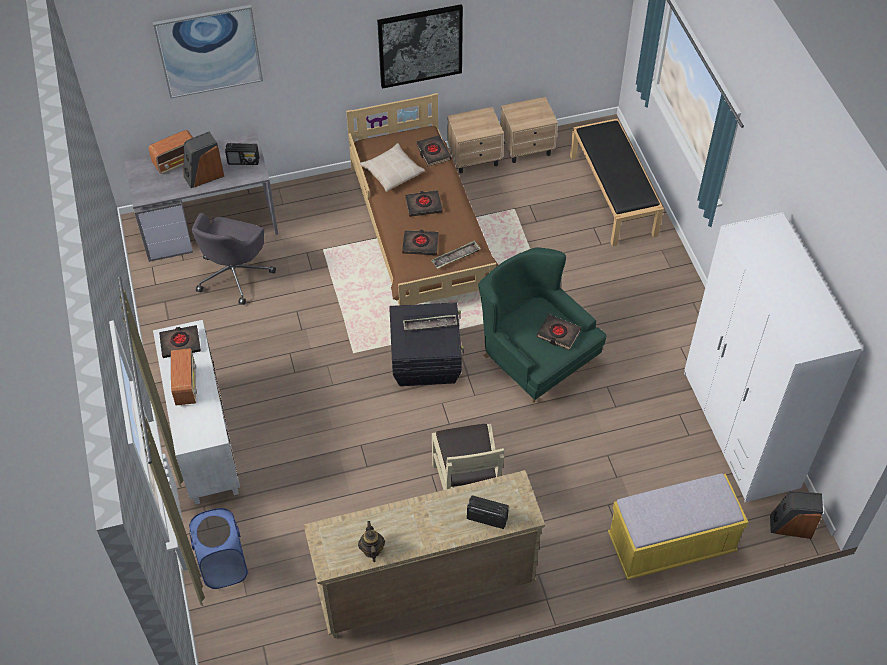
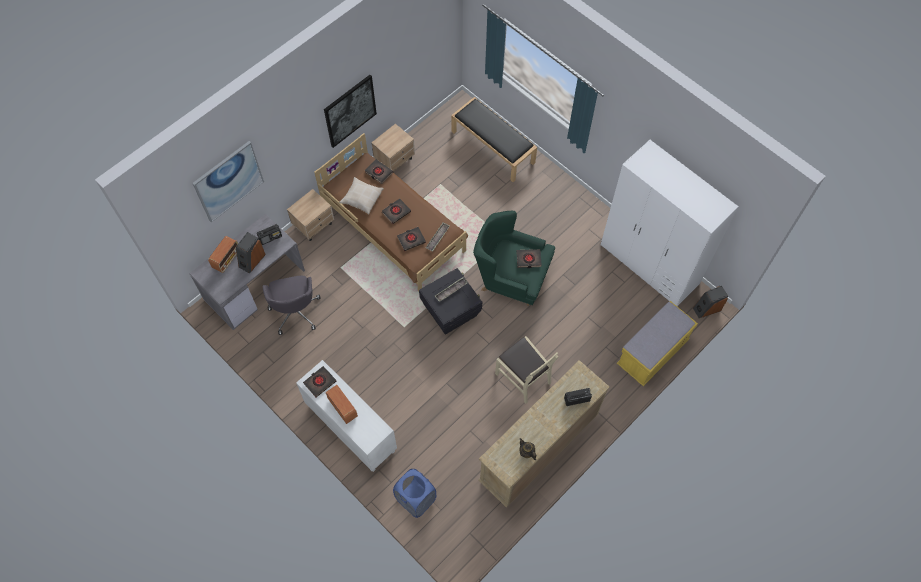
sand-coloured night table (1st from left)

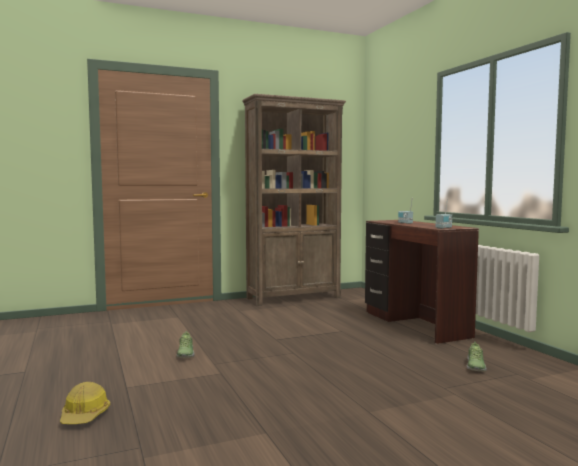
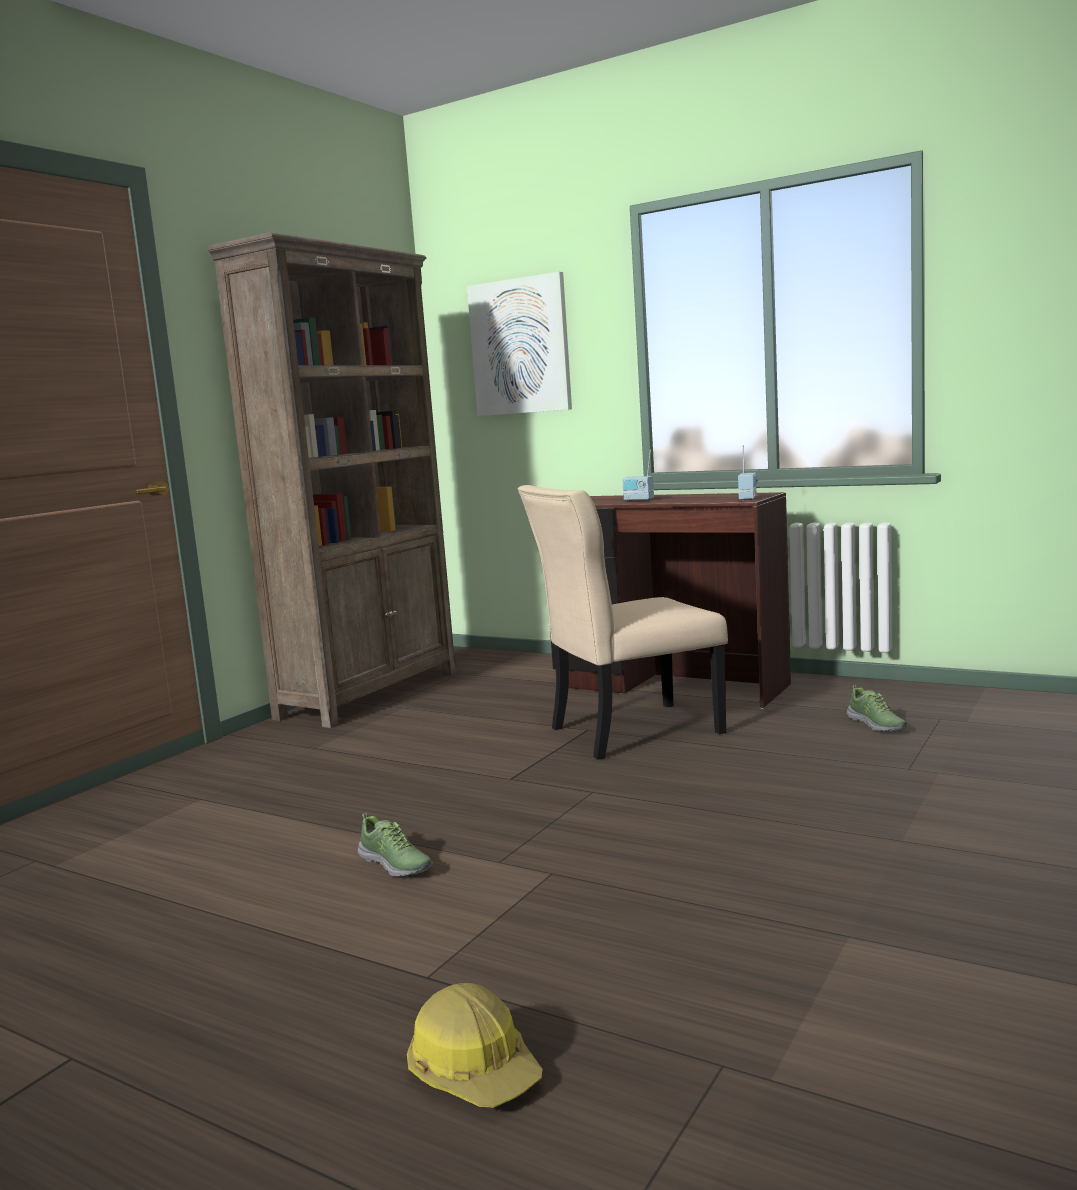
wall picture; sand-coloured chair

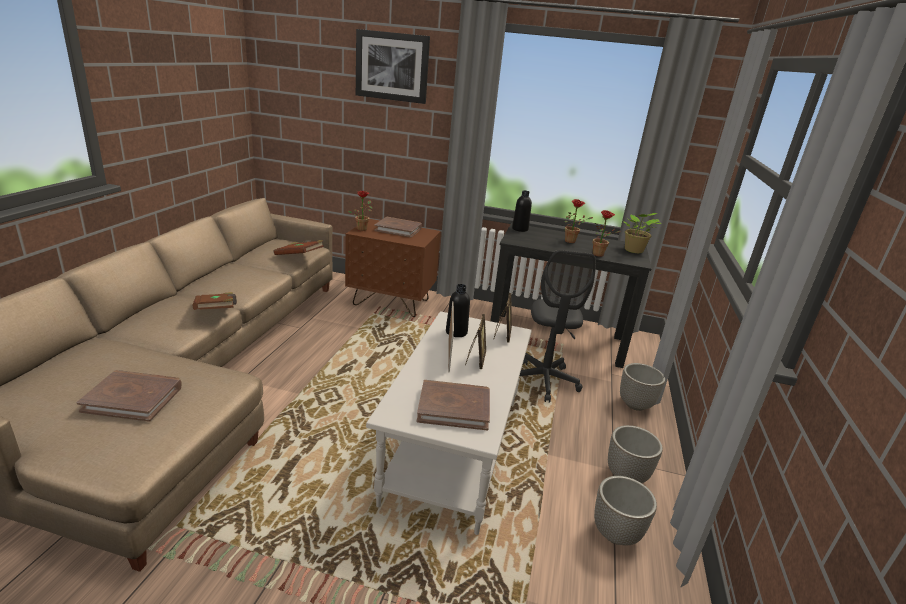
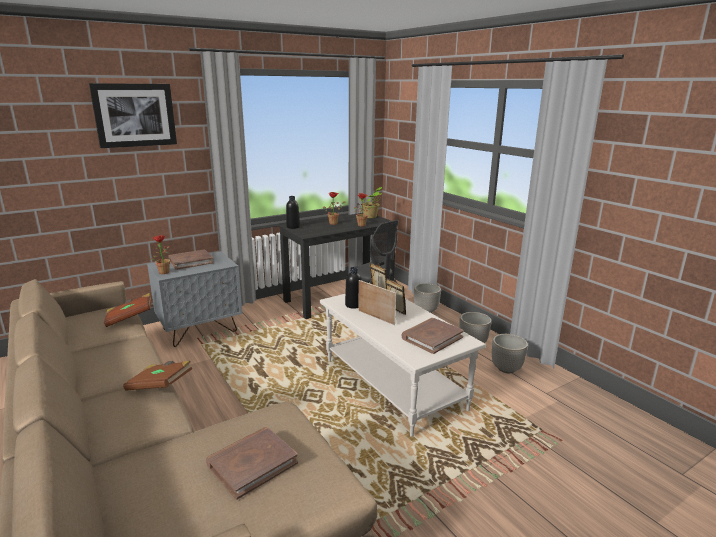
greyish night table

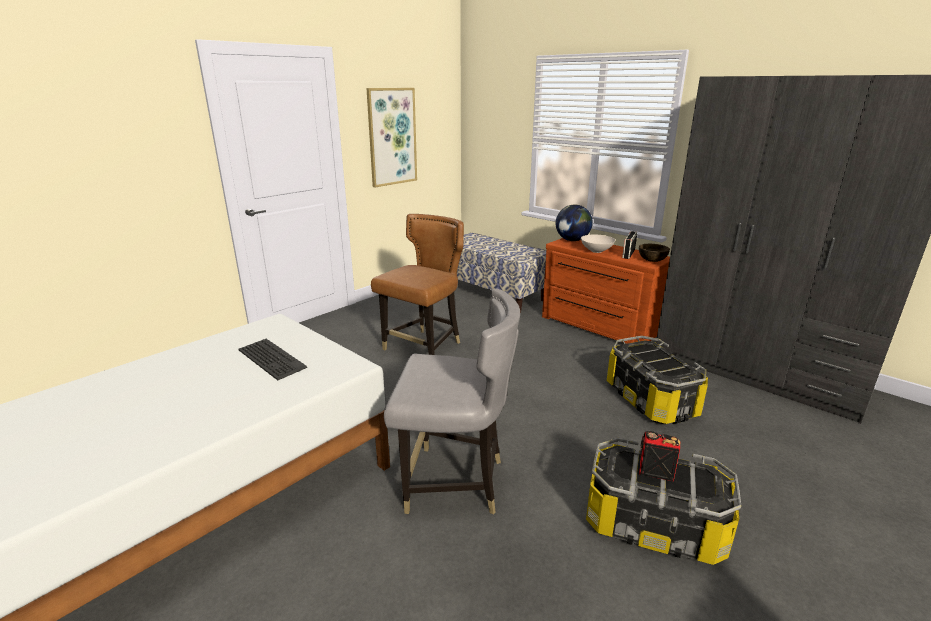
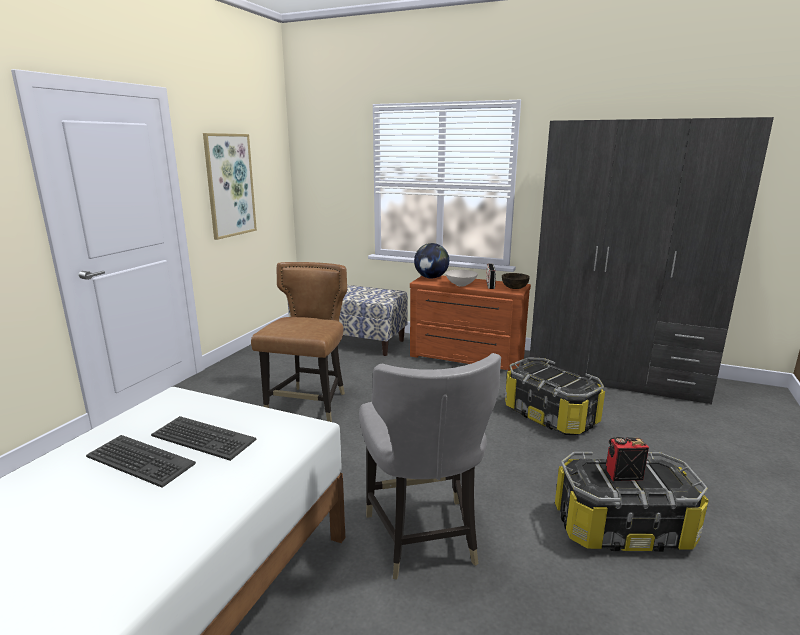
computer keyboard (1st from left); greyish chair

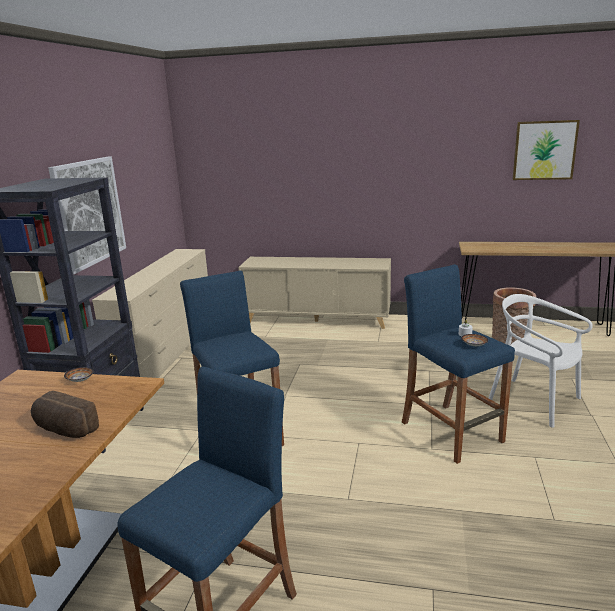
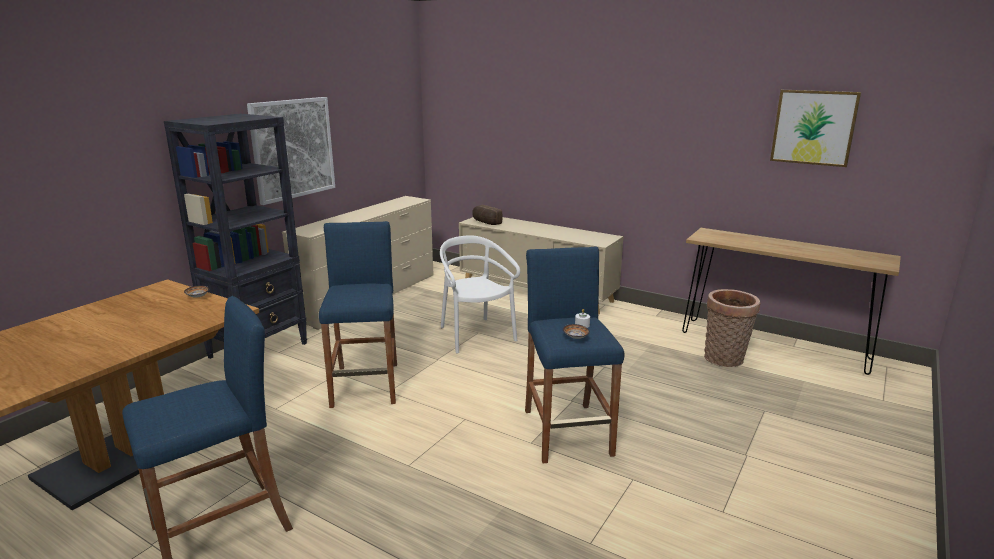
white chair; bakery bread

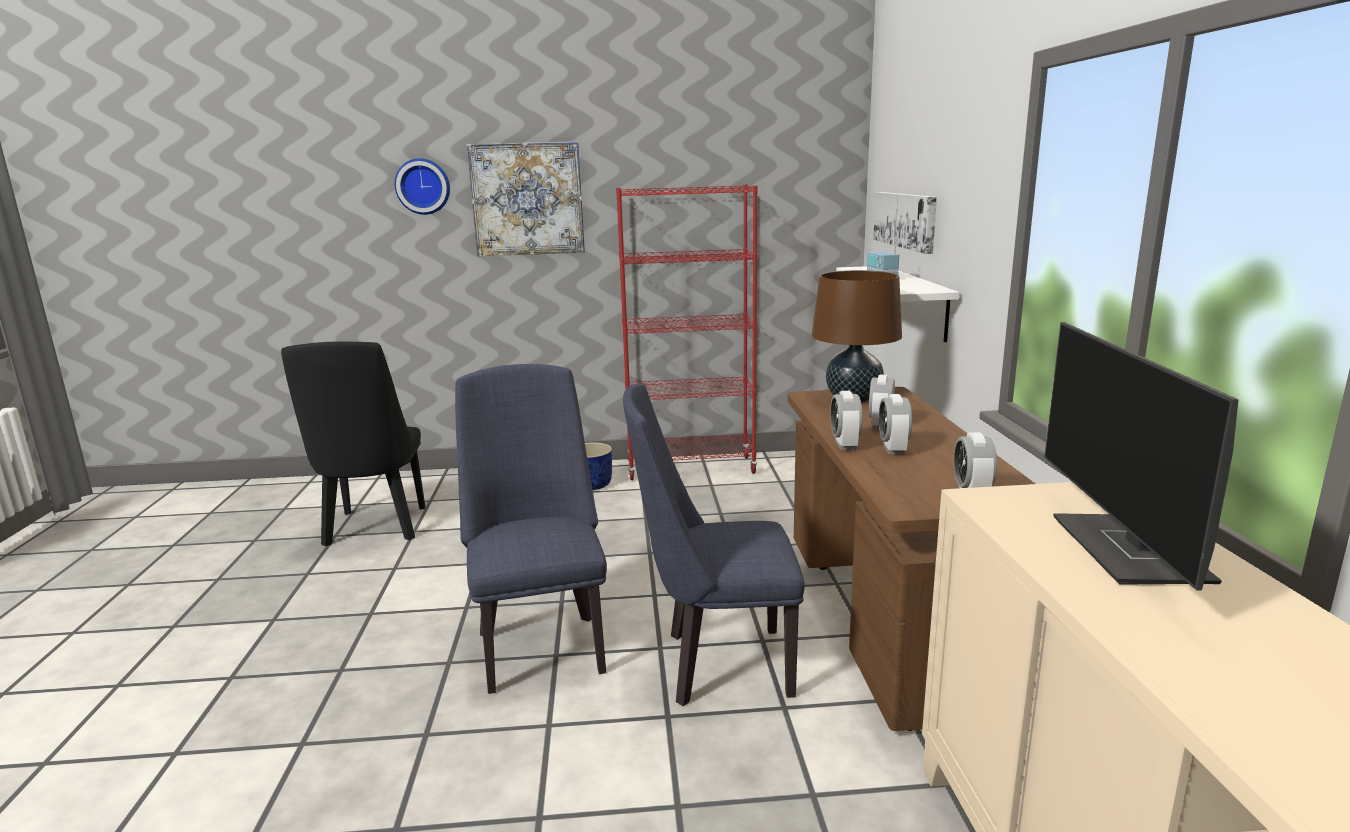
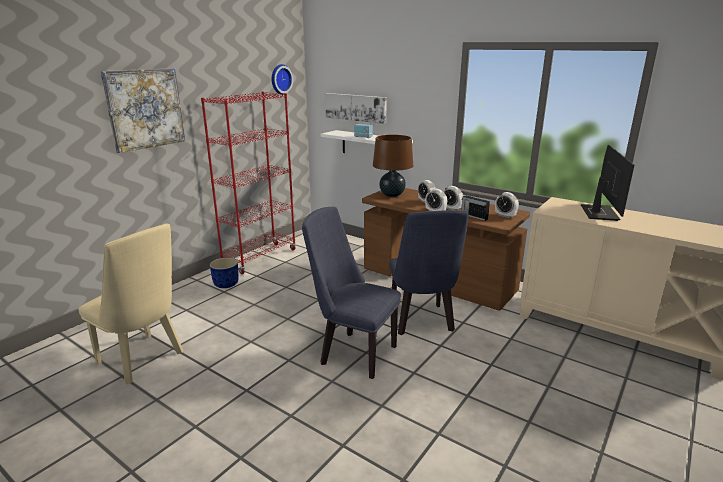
sand-coloured chair; clock on the wall; blue-coloured chair (2nd from left); radio receiver (2nd from left); monitor

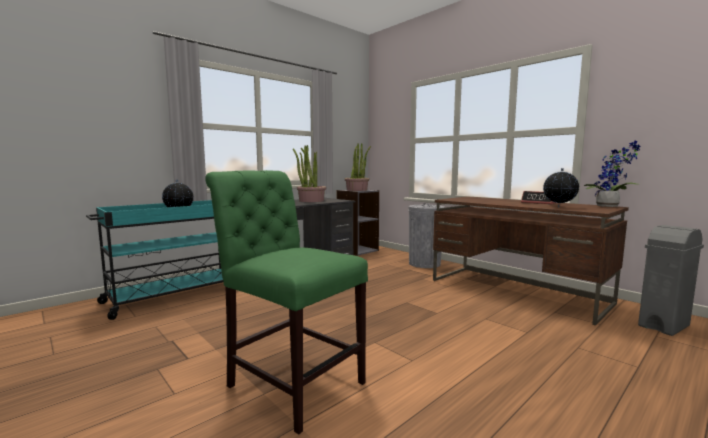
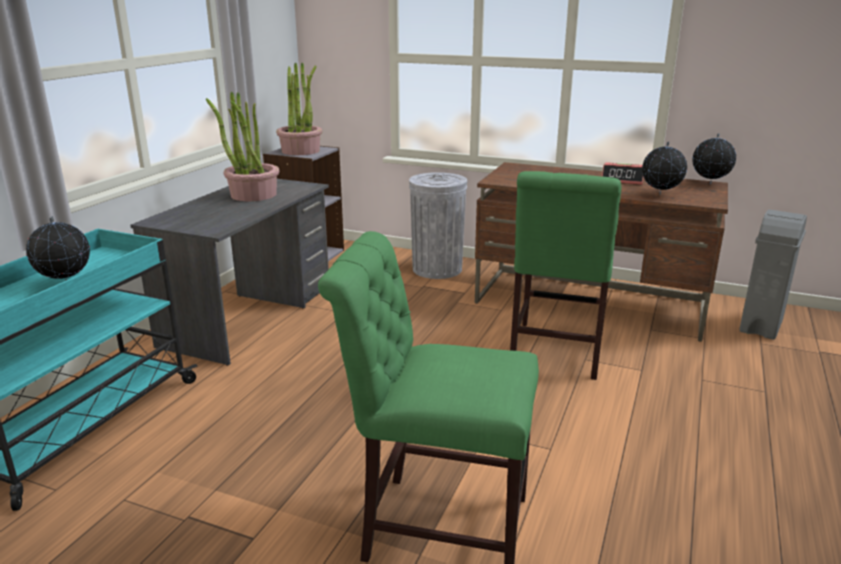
greenish chair (2nd from left); world globe (3rd from left)

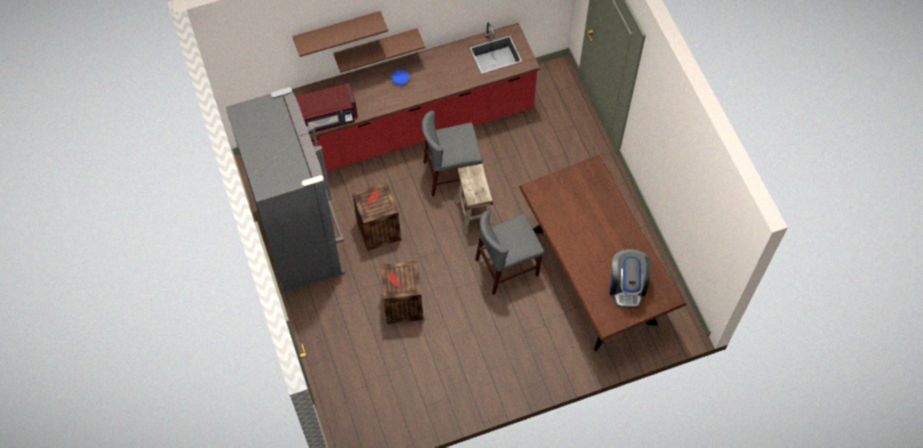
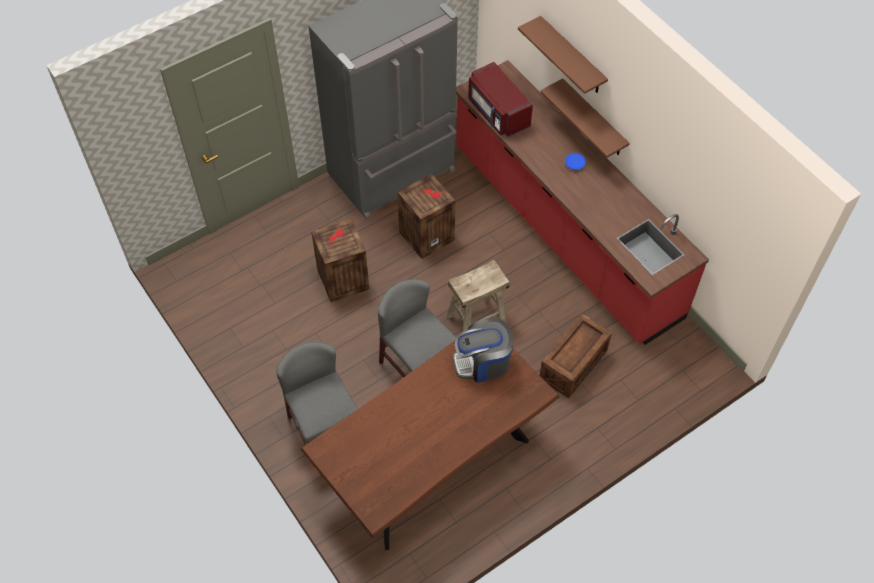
greyish chair (1st from left); coffee maker; packing crate (3rd from left)

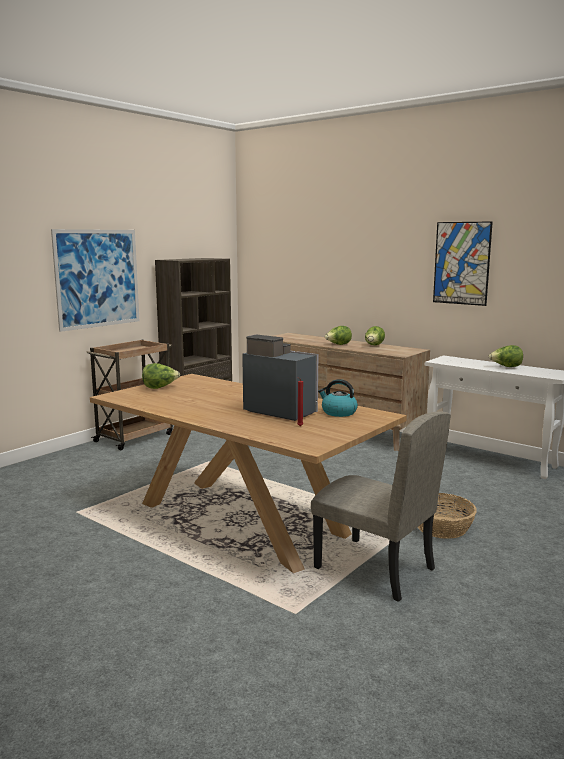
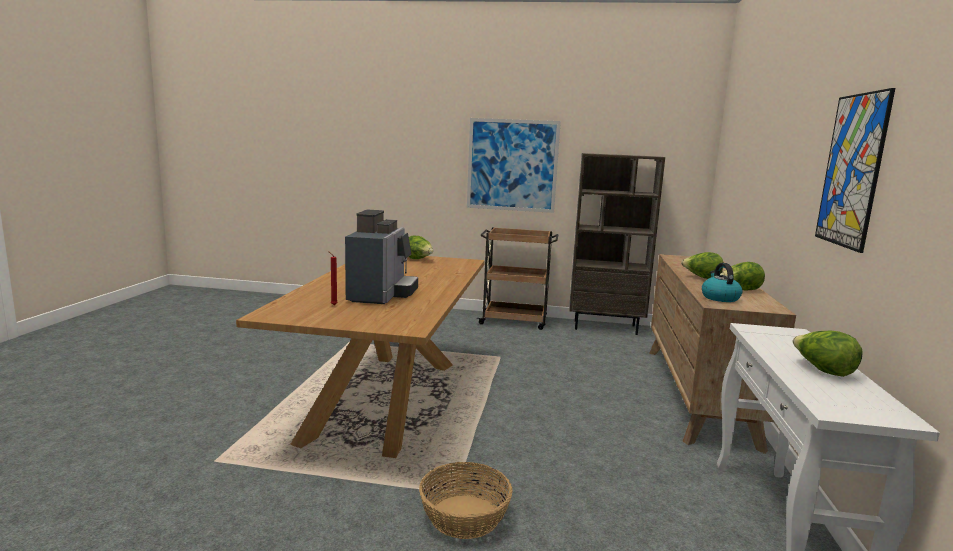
tea kettle; sand-coloured chair

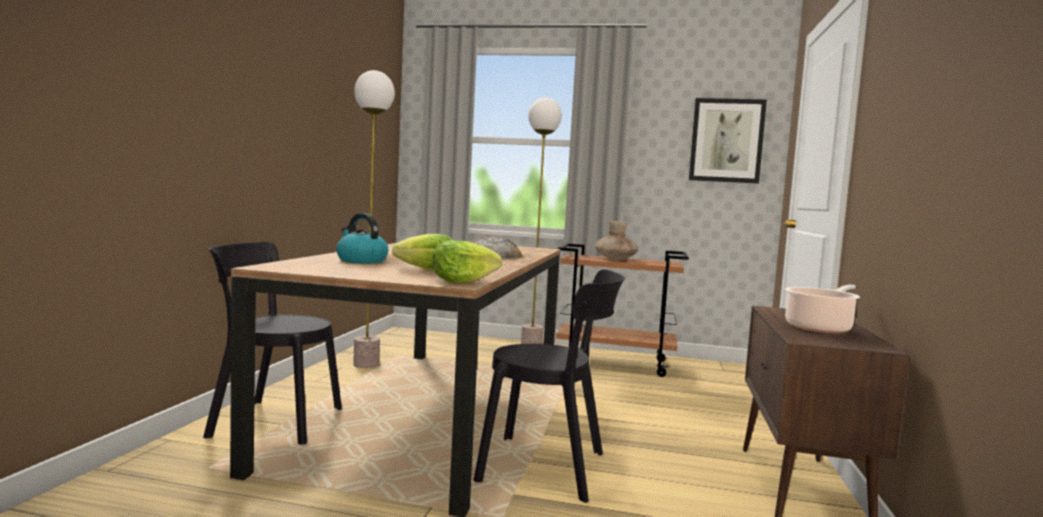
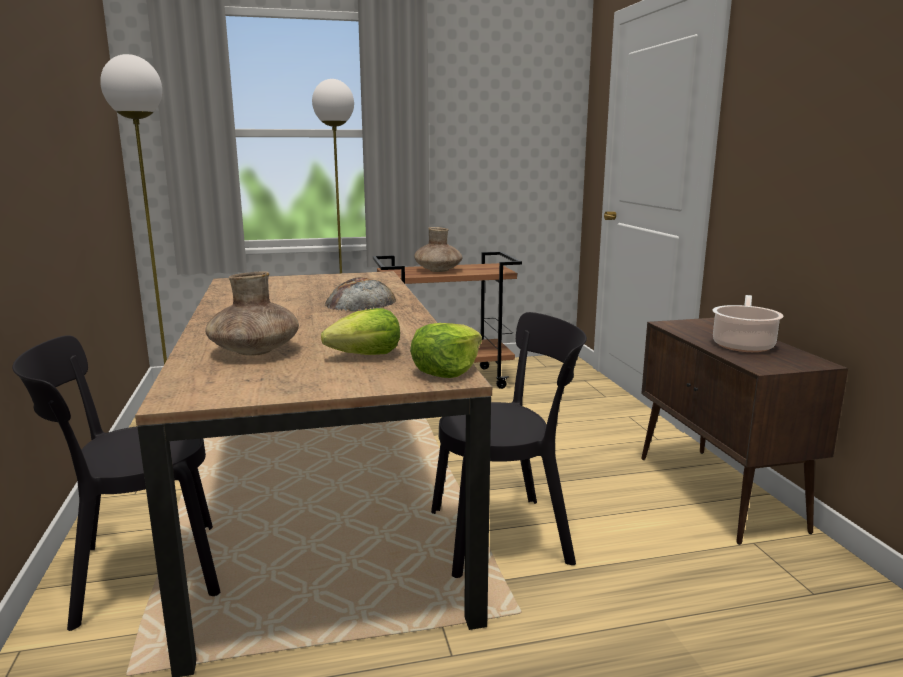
brownish vase (1st from left); wall picture

